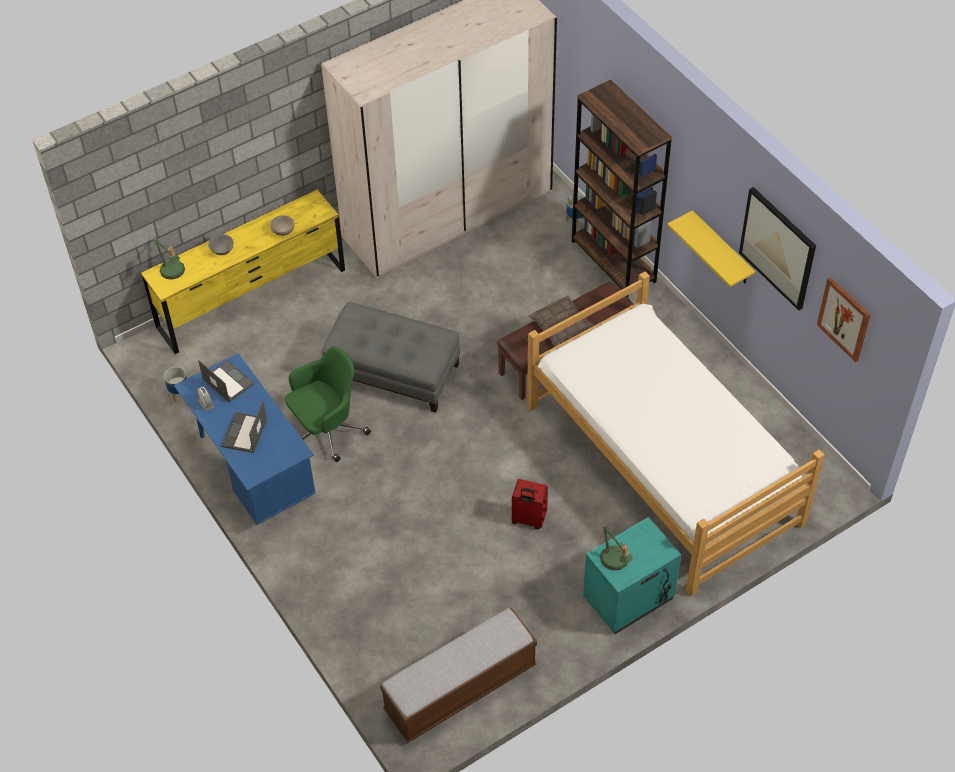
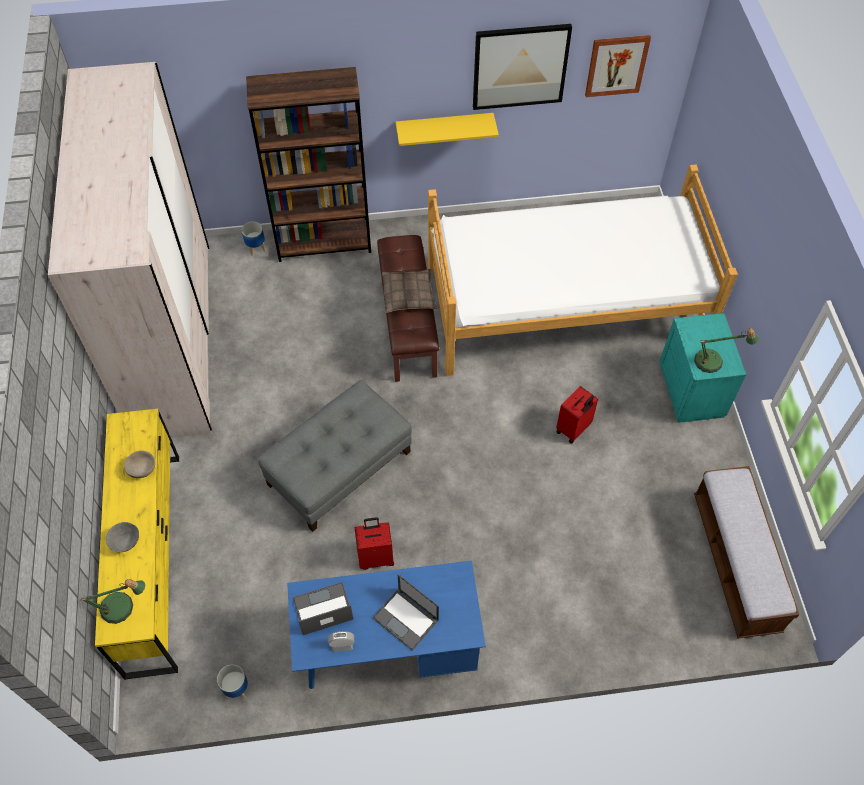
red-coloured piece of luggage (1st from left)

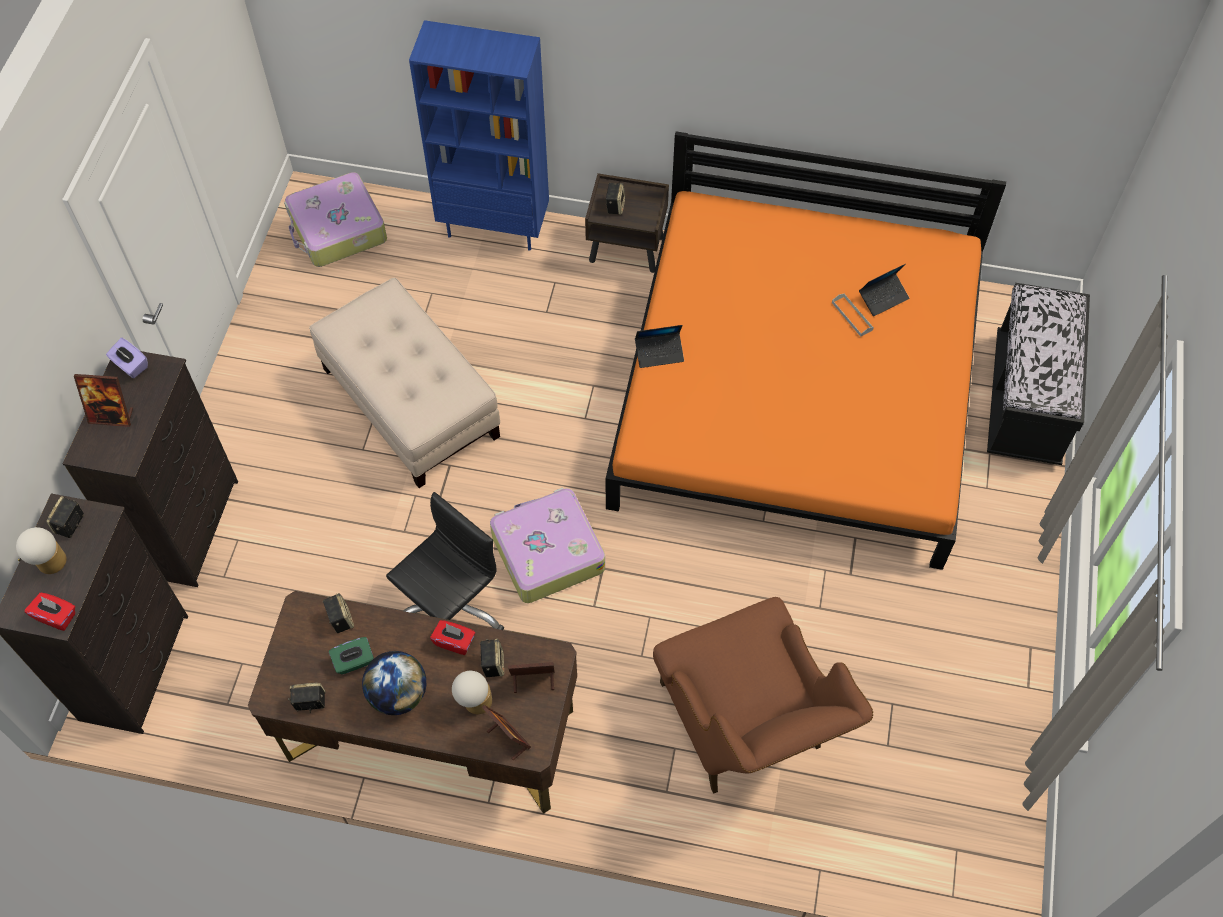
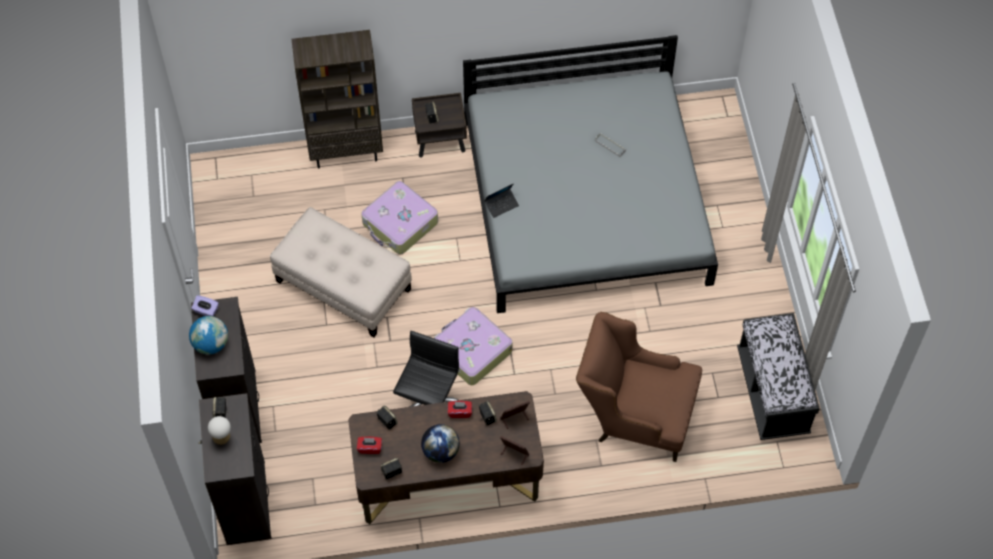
world globe (1st from left); brownish bookshelf; red-coloured tissue box (1st from left); piece of luggage (1st from left); greyish bed; brownish armchair; black indoor bench; greenish tissue box; lamp for a table (2nd from left in the first image); notebook computer (2nd from left in the first image)

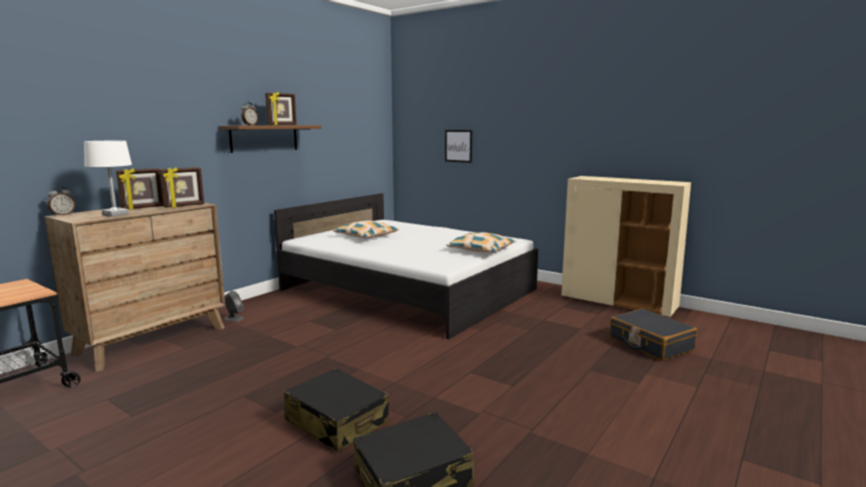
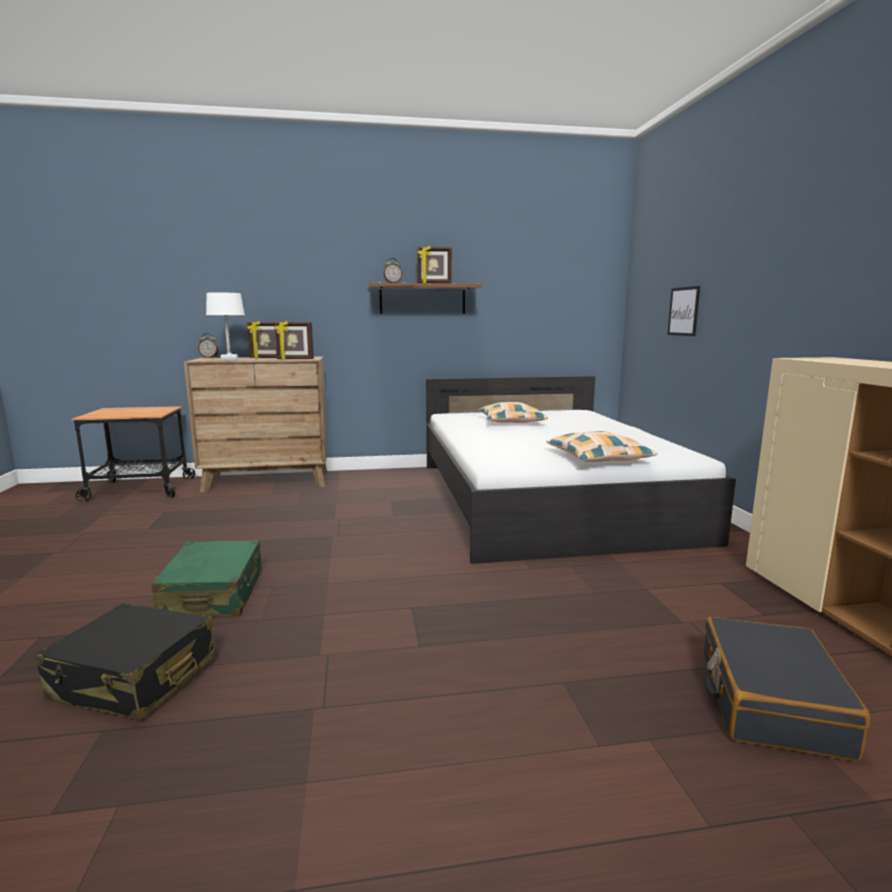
greenish piece of luggage; greyish loudspeaker

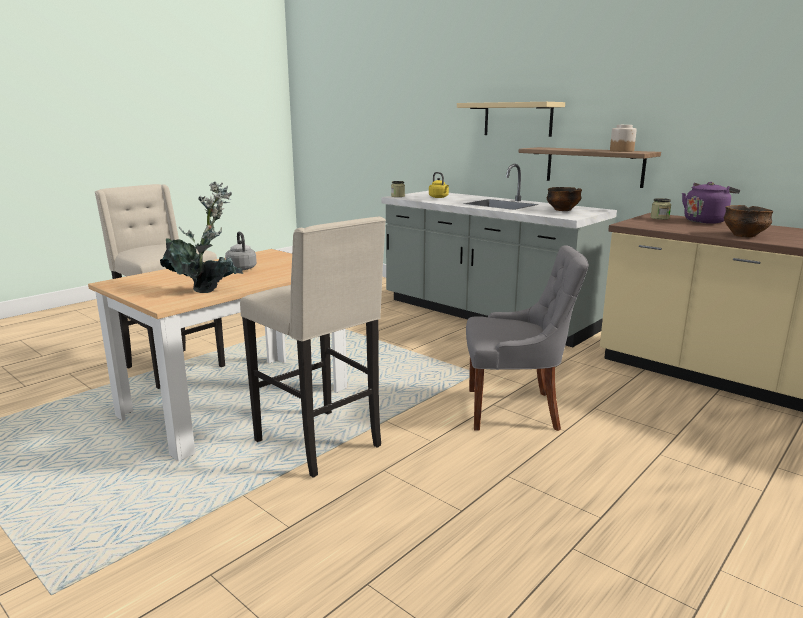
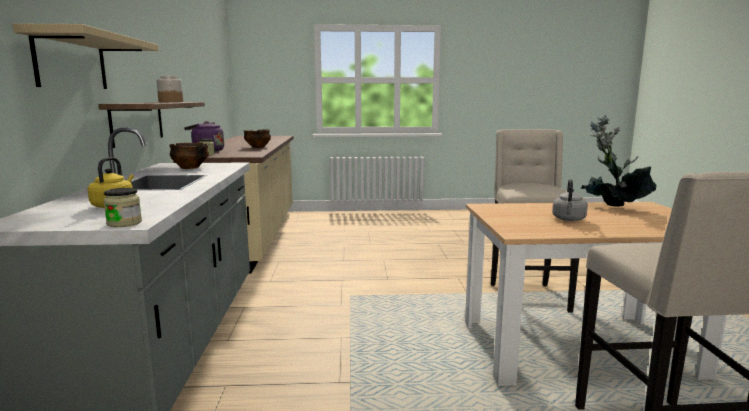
greyish chair

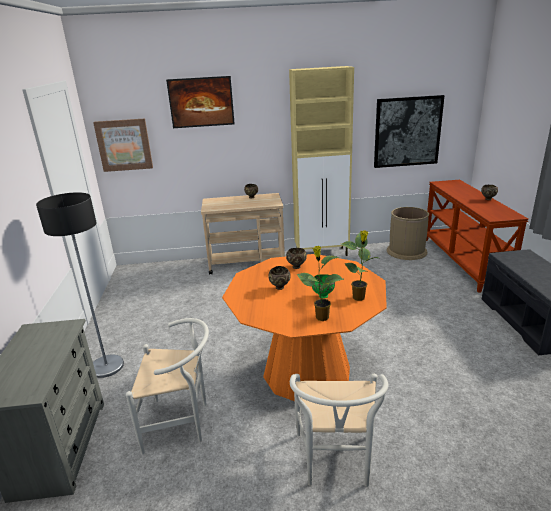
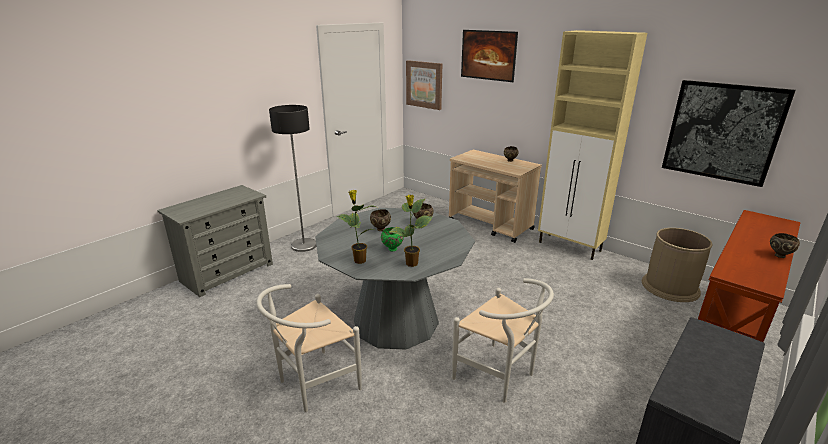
greyish kitchen table; white chair (2nd from left)

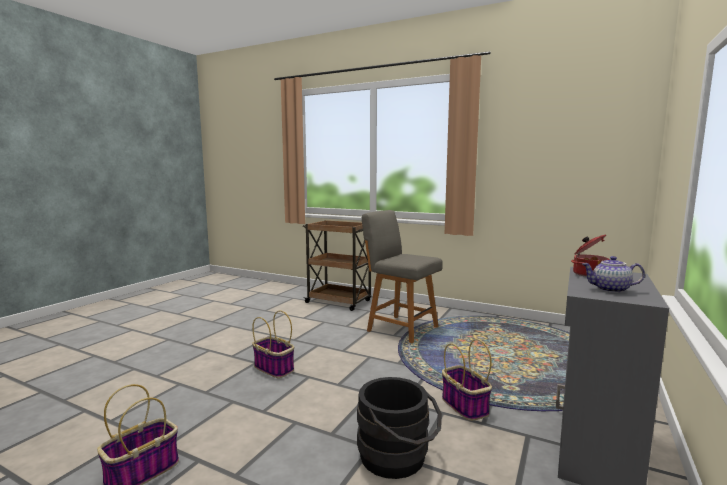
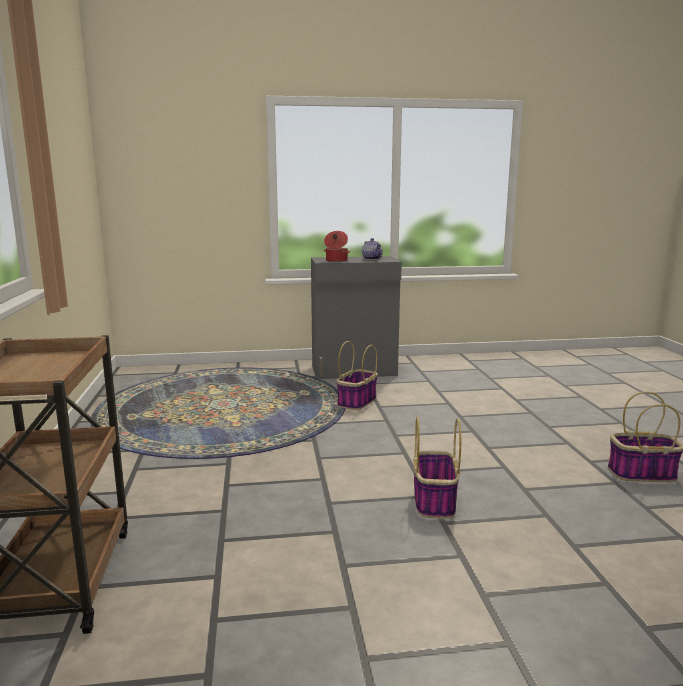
black bucket; greyish chair

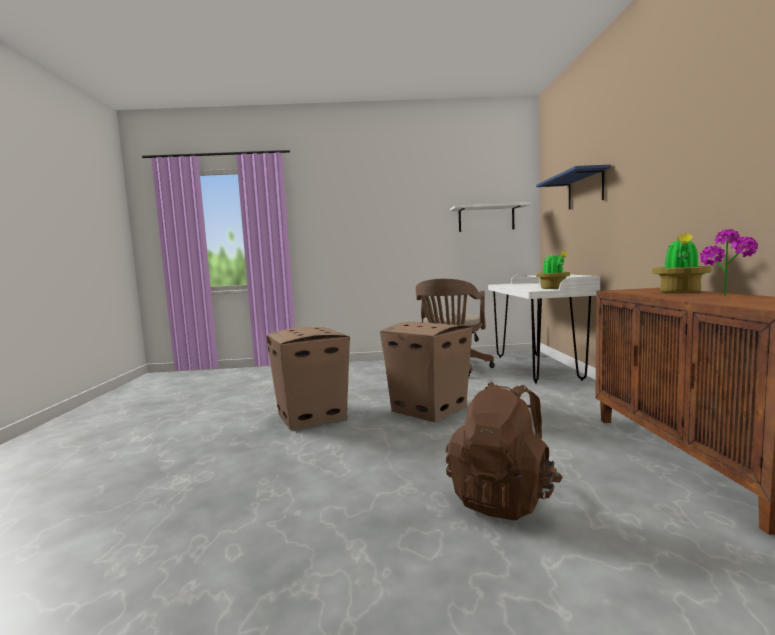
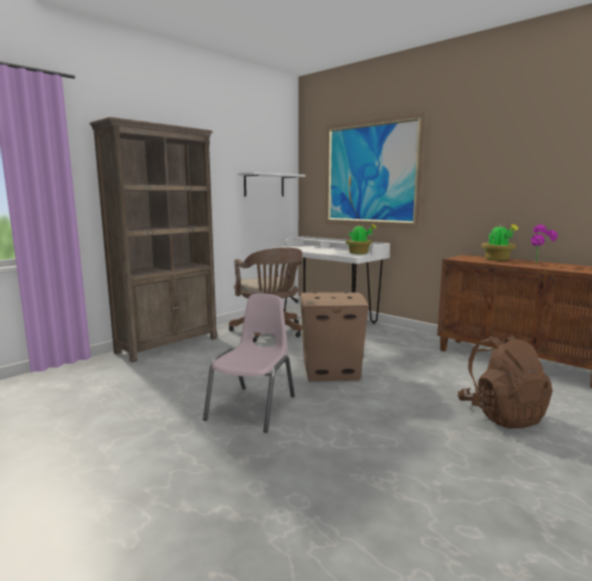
brownish bookshelf; pink chair; wall picture

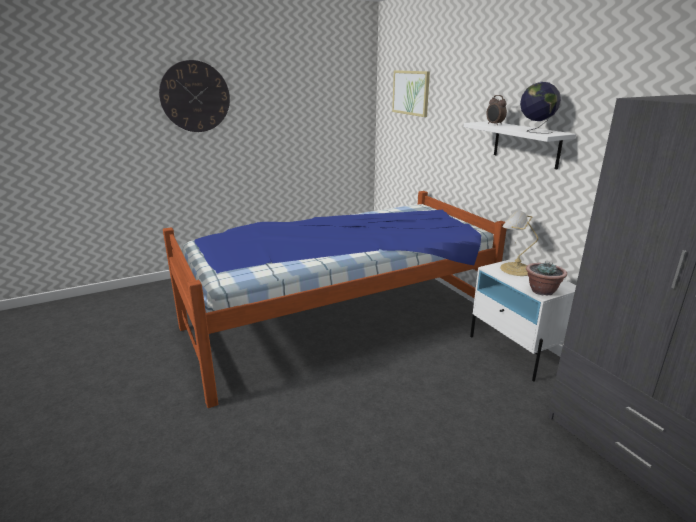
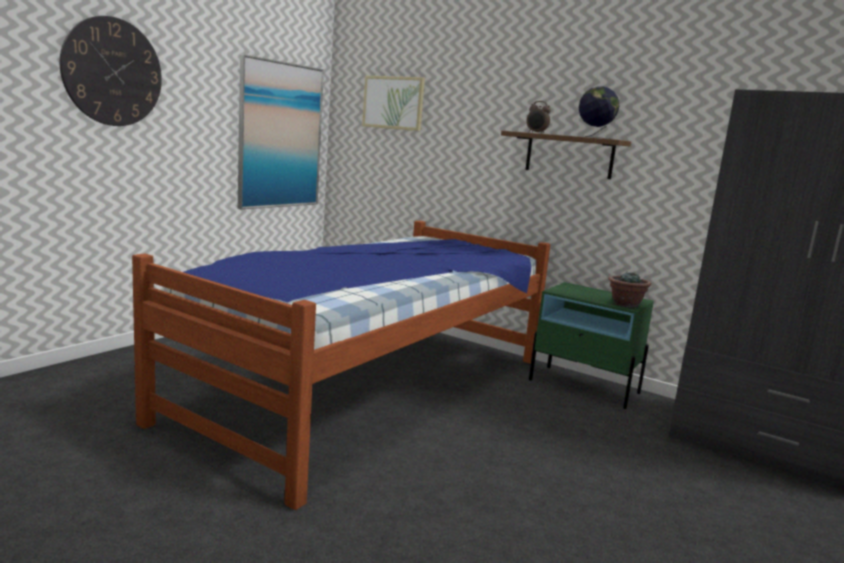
wall picture (1st from left); brownish bracket shelf; greenish night table; lamp for a table

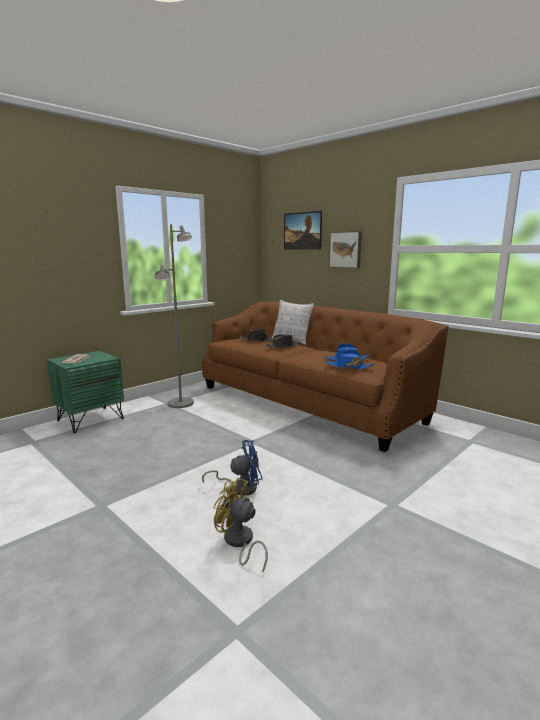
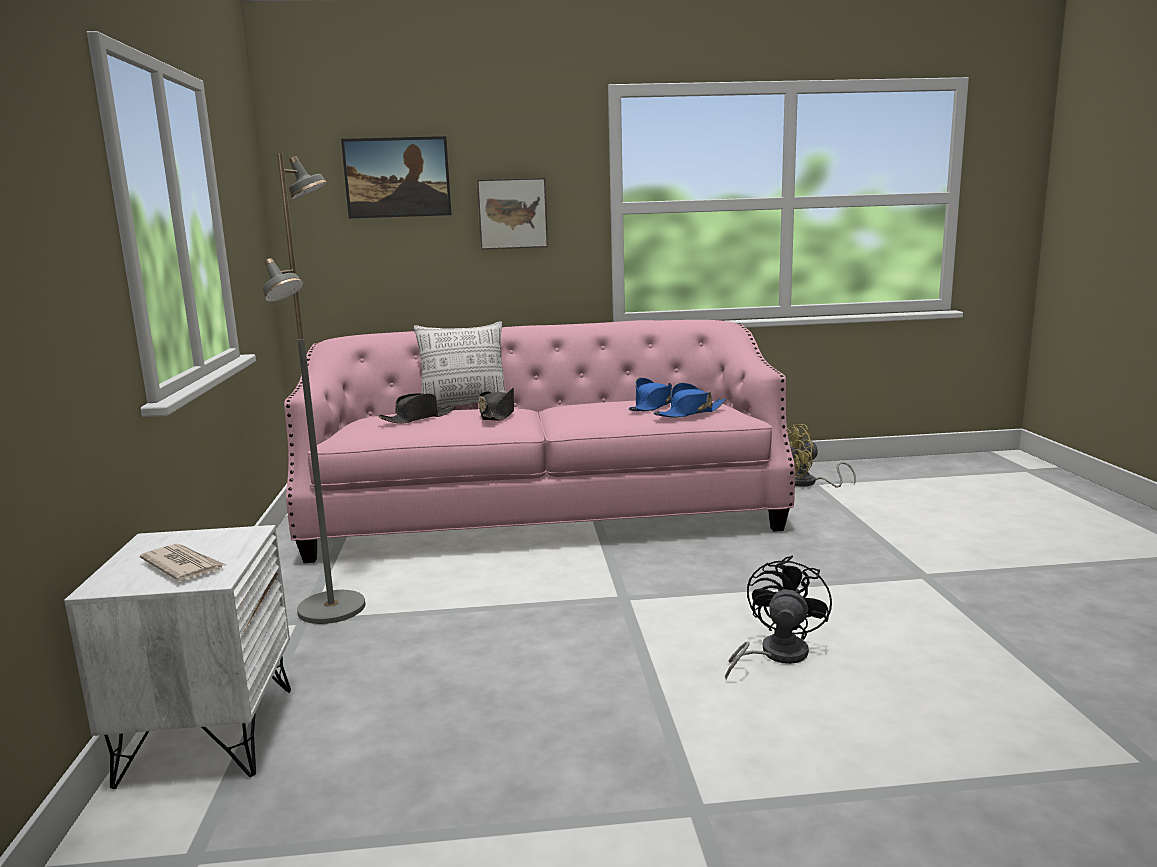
white night table; pink couch; black electric fan; yellow electric fan

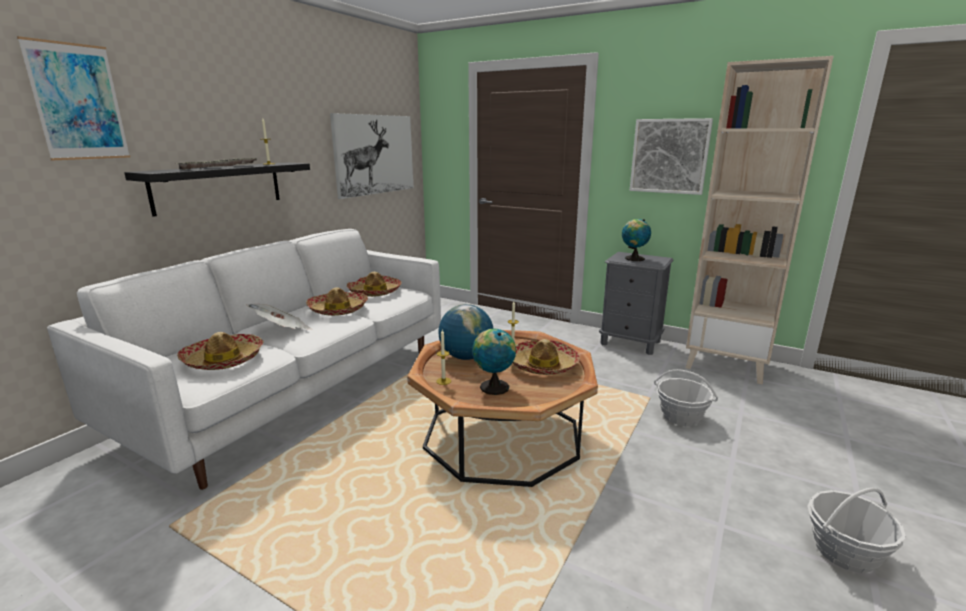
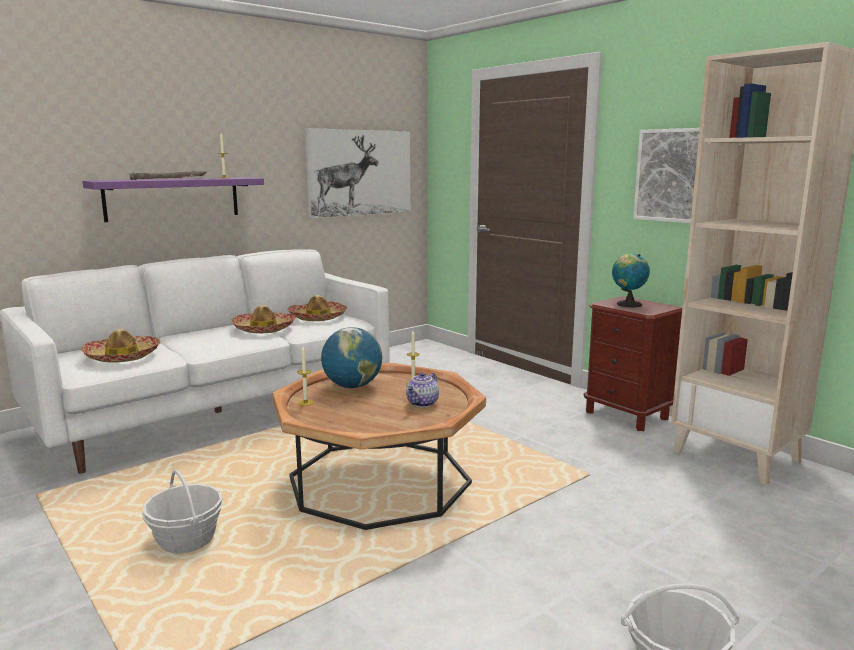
purple bracket shelf; household basket (1st from left); tea pot; brownish night table; wall picture (1st from left in the first image); printed paper; world globe (2nd from left in the first image)

